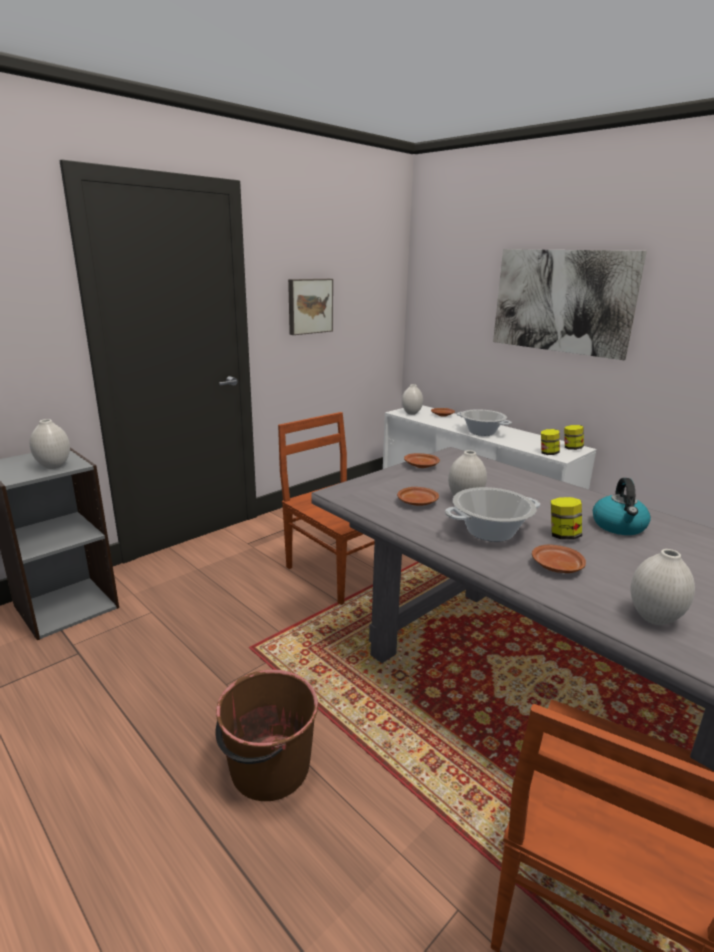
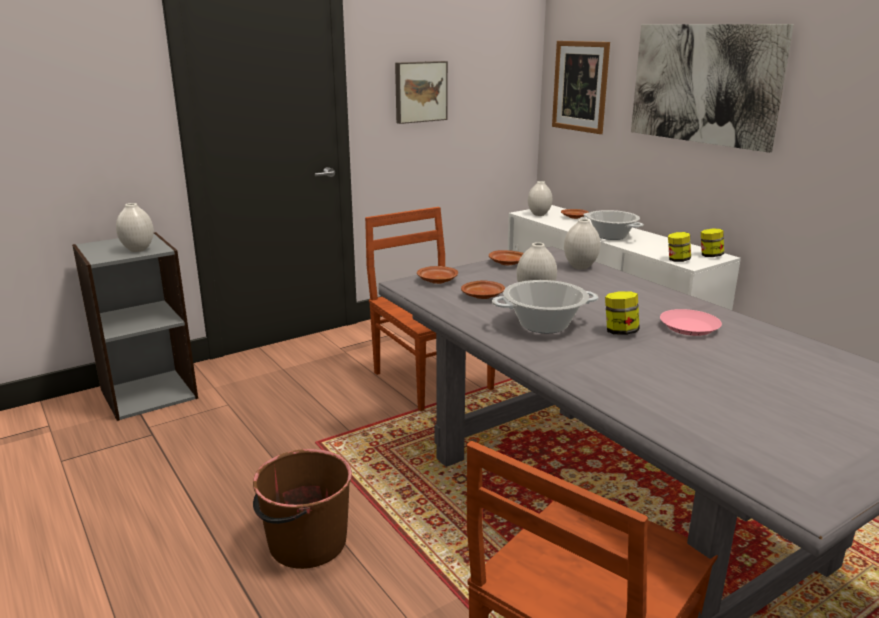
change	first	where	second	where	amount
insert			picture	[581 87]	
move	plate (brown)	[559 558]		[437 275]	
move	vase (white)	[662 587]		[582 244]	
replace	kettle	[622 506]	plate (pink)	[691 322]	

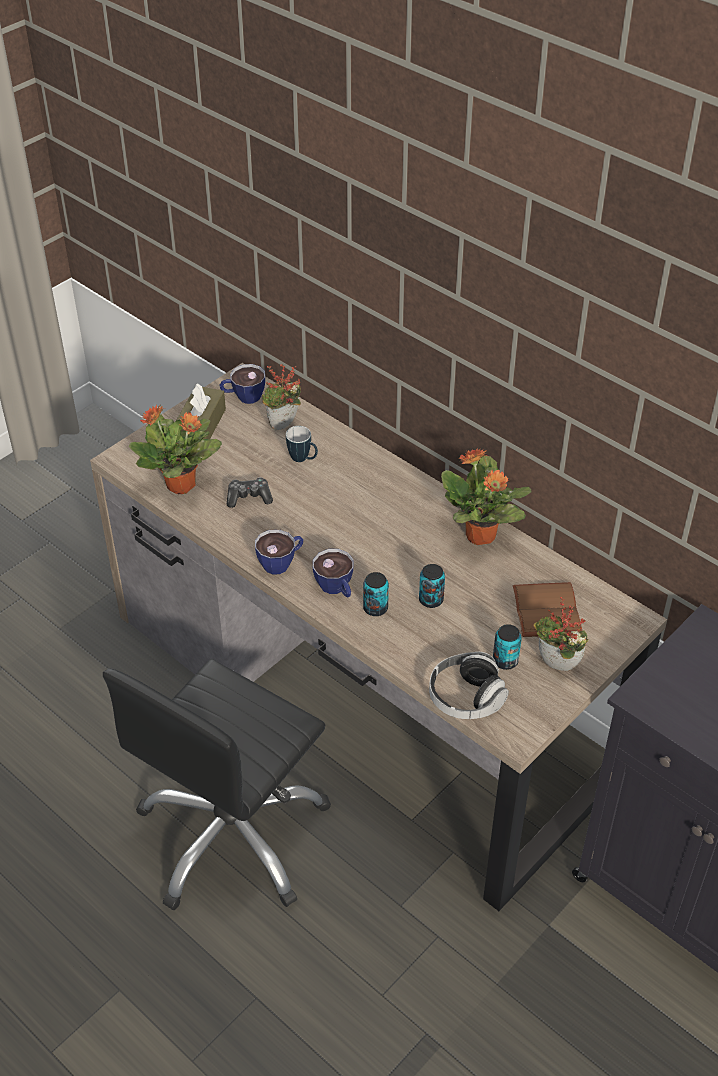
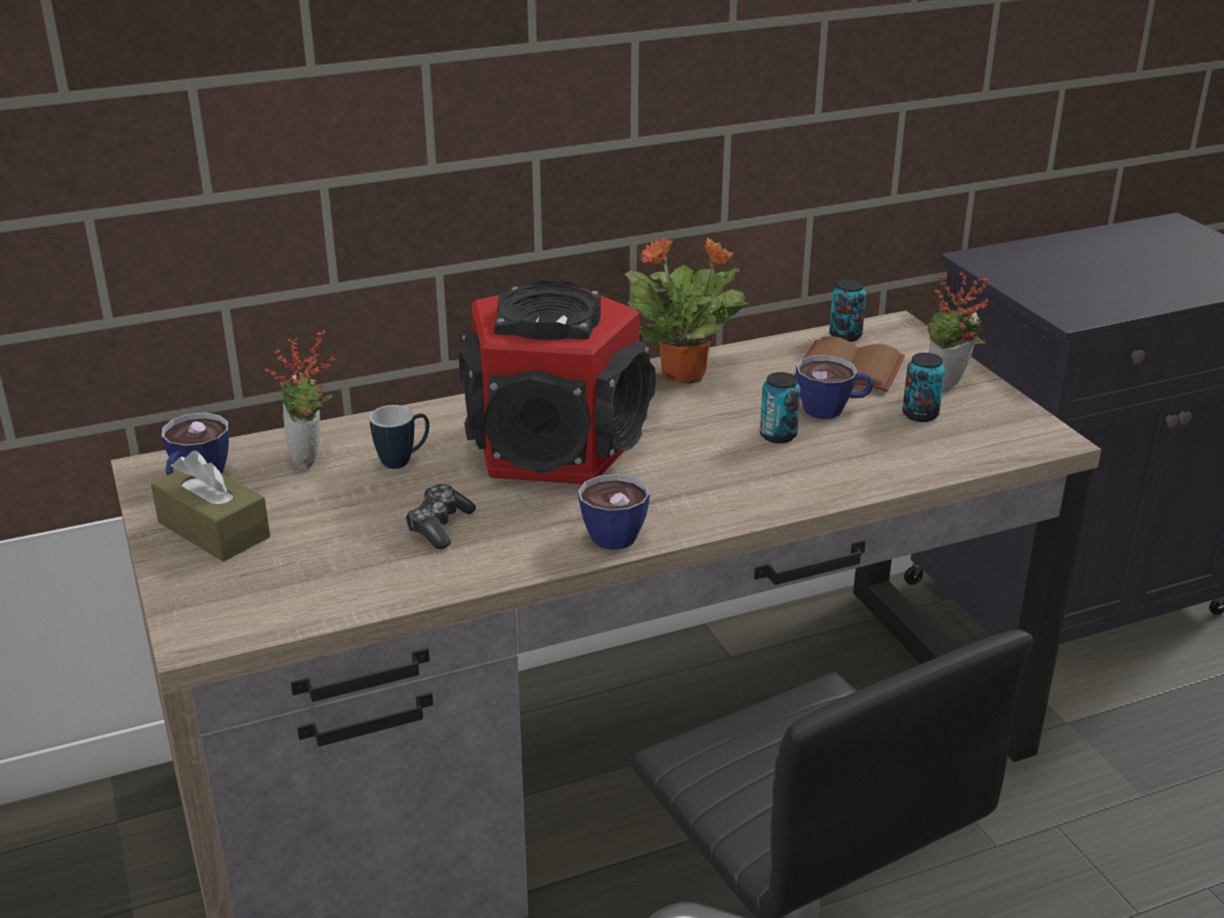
change	first	where	second	where	amount
delete	potted plant	[175 449]			
delete	headphones	[469 685]			
insert			speaker	[557 382]	
move	cup	[333 573]		[835 387]	
move	can	[376 594]		[847 310]	

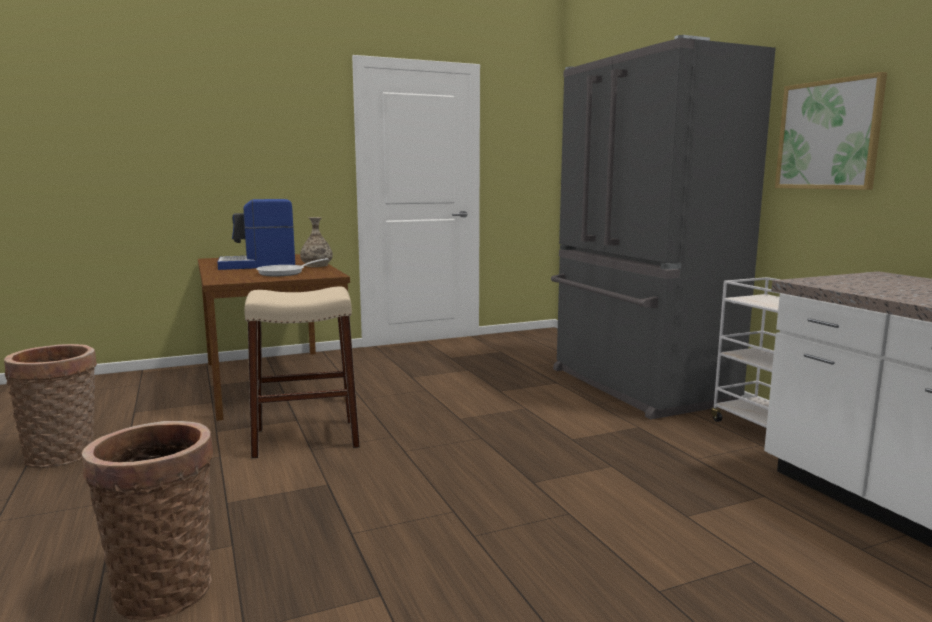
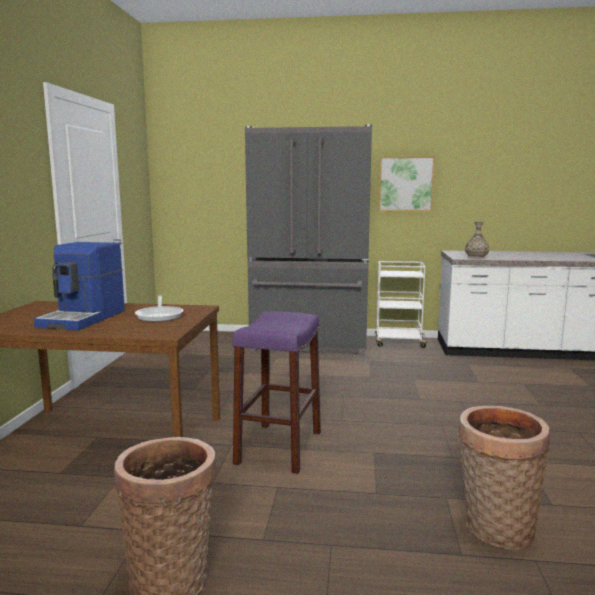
change	first	where	second	where	amount
move	vase	[316 242]		[477 240]	
recolor	stool (beige)	[302 373]	stool (purple)	[277 392]	

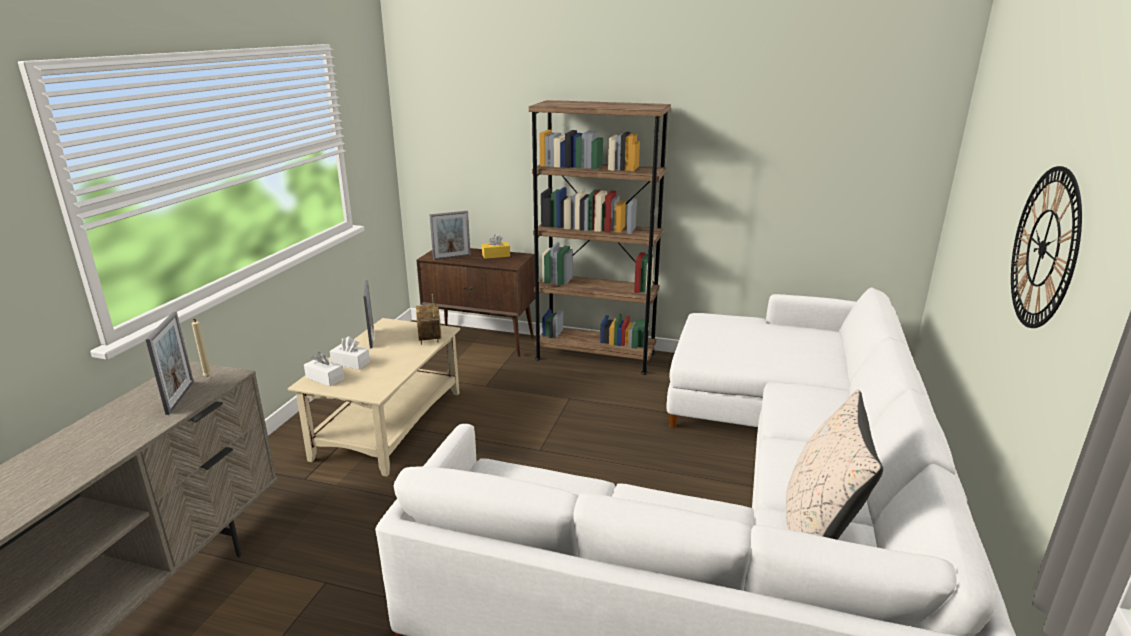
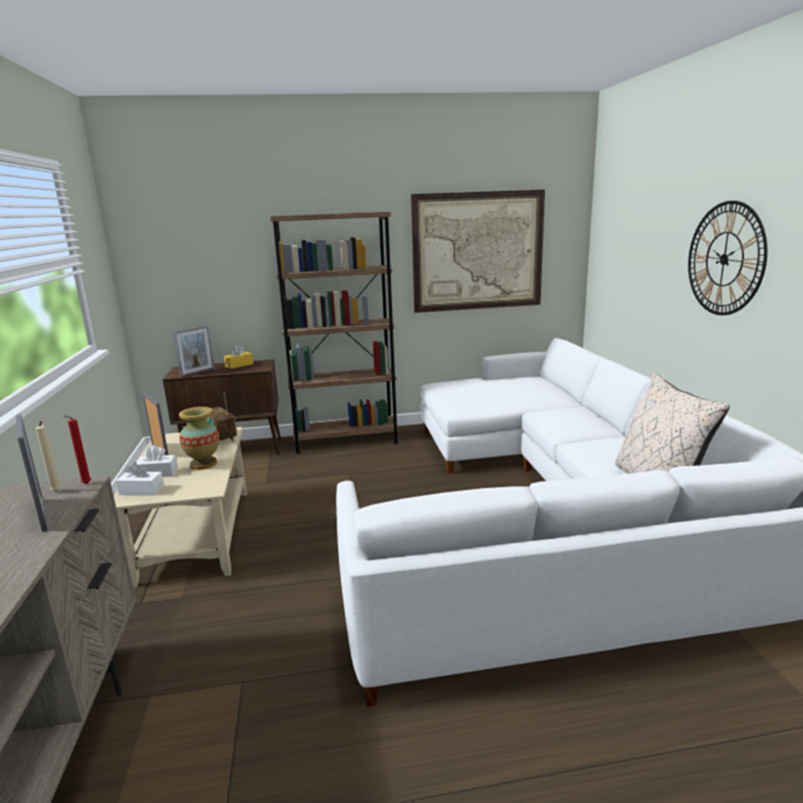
change	first	where	second	where	amount
insert			candle (red)	[77 450]	
insert			vase	[199 438]	
insert			picture	[478 251]	

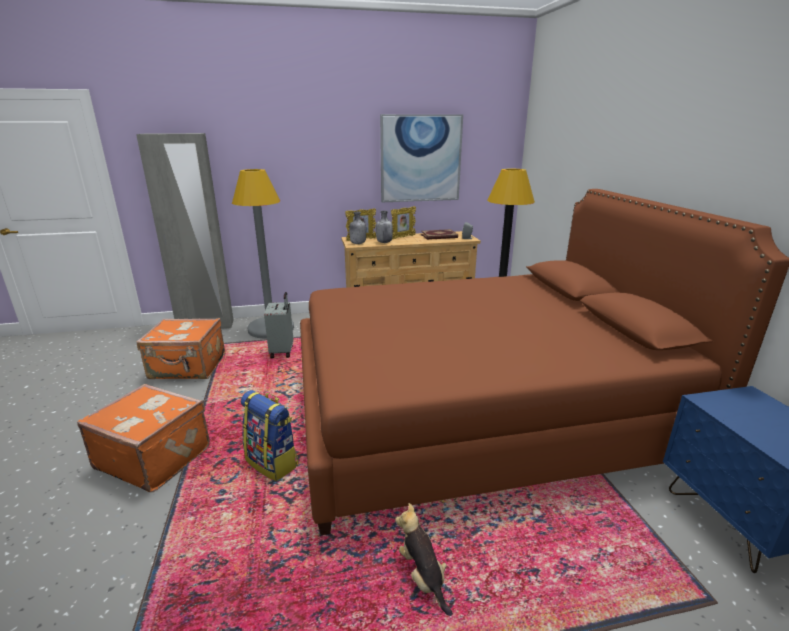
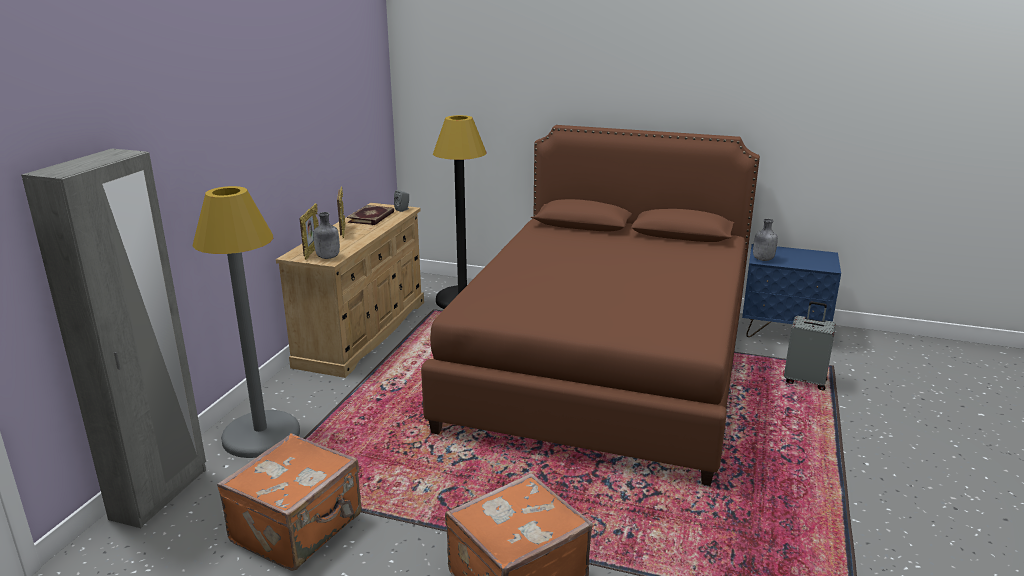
change	first	where	second	where	amount
delete	backpack	[269 435]			
delete	picture	[421 158]			
delete	plush toy	[424 559]			
move	suitcase (grey)	[279 325]		[810 346]	
move	bottle (grey)	[384 227]		[765 240]	

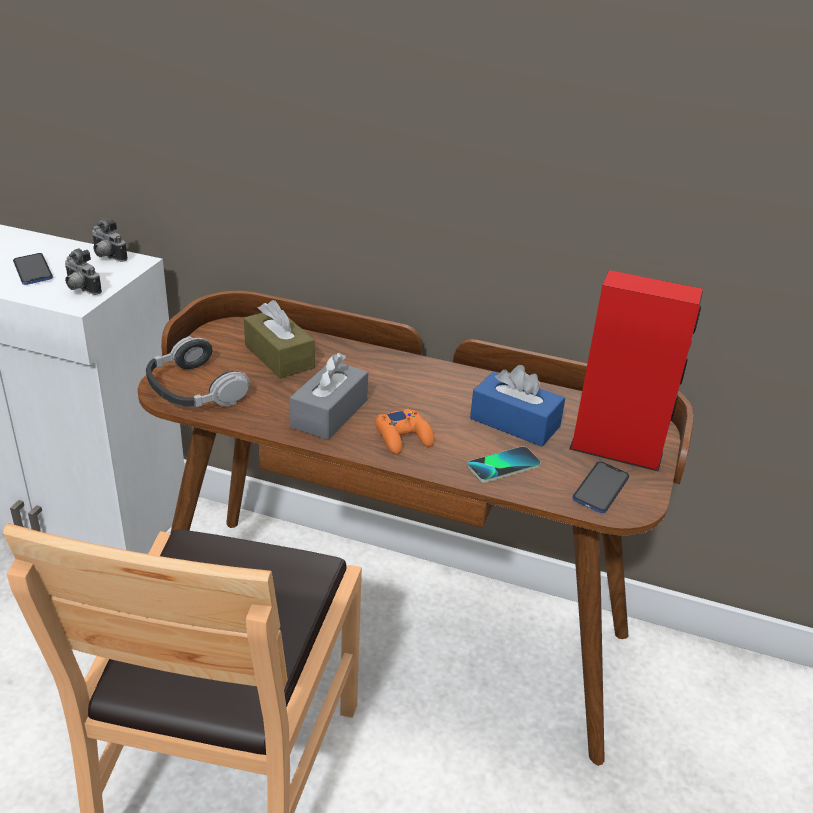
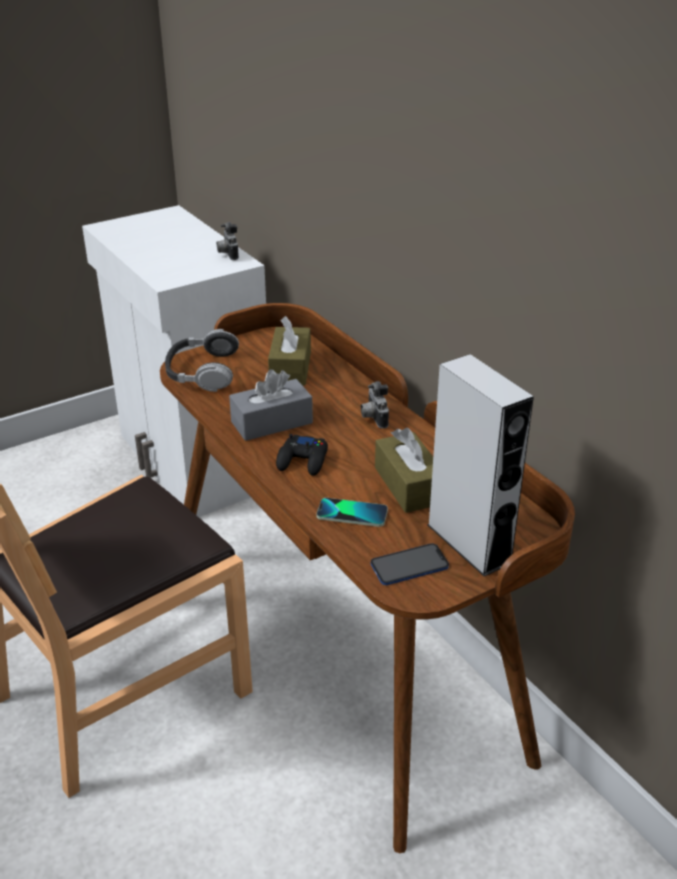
change	first	where	second	where	amount
delete	phone	[33 269]			
move	photo camera	[83 271]		[375 405]	
recolor	game controller (orange)	[404 431]	game controller (black)	[302 455]	
recolor	tissue box (blue)	[517 406]	tissue box (brown)	[404 470]	
recolor	speaker (red)	[636 371]	speaker (grey)	[480 465]	

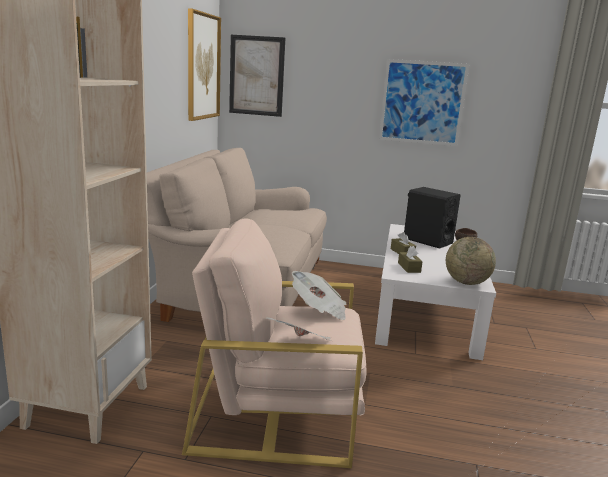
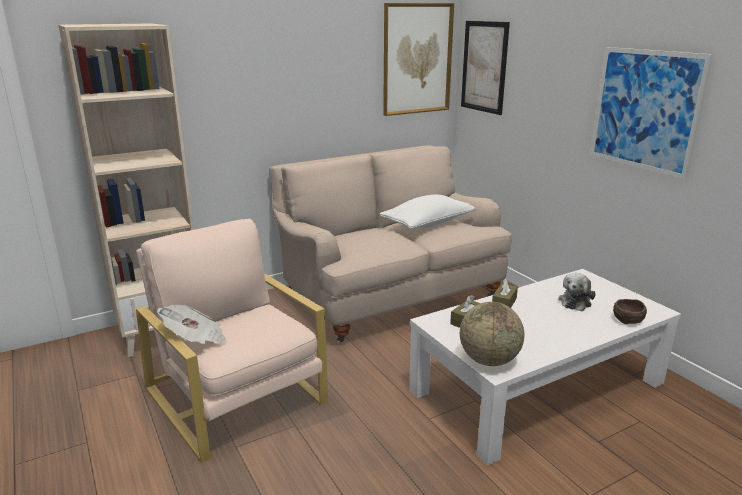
change	first	where	second	where	amount
delete	newspaper	[319 295]			
insert			pillow (white)	[428 212]	
replace	speaker (black)	[432 218]	plush toy	[577 292]	

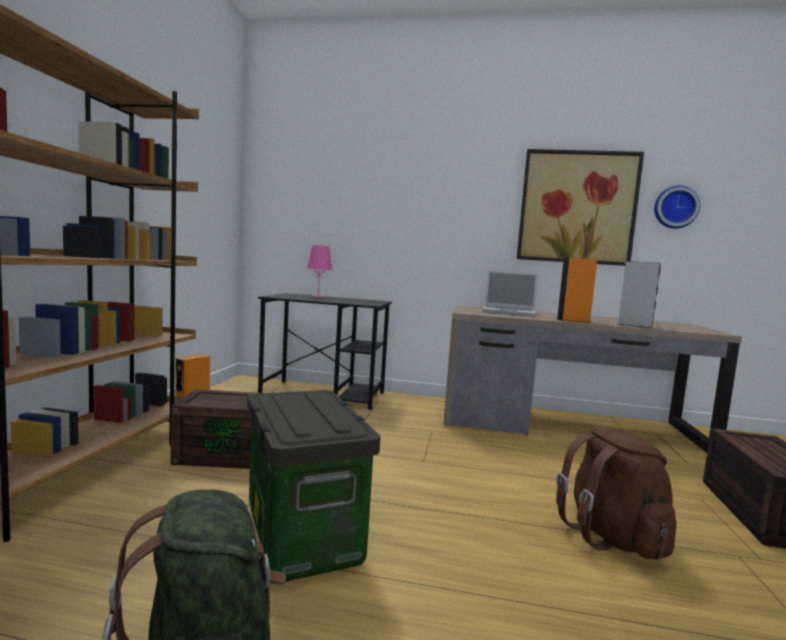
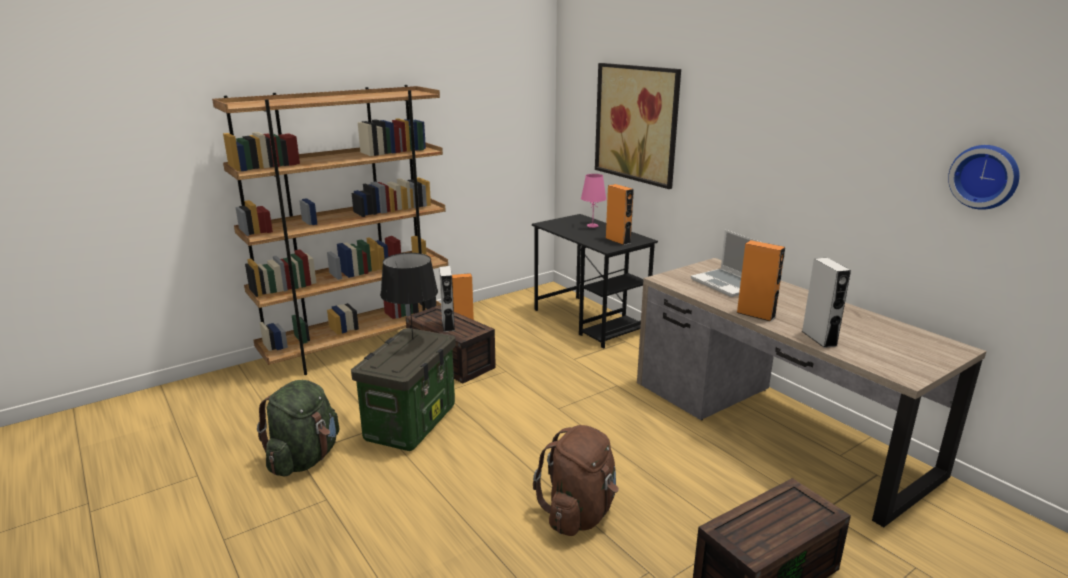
change	first	where	second	where	amount
insert			table lamp (black)	[409 296]	
insert			speaker (grey)	[447 299]	
insert			speaker (orange)	[620 214]	
move	picture	[580 207]		[638 126]	

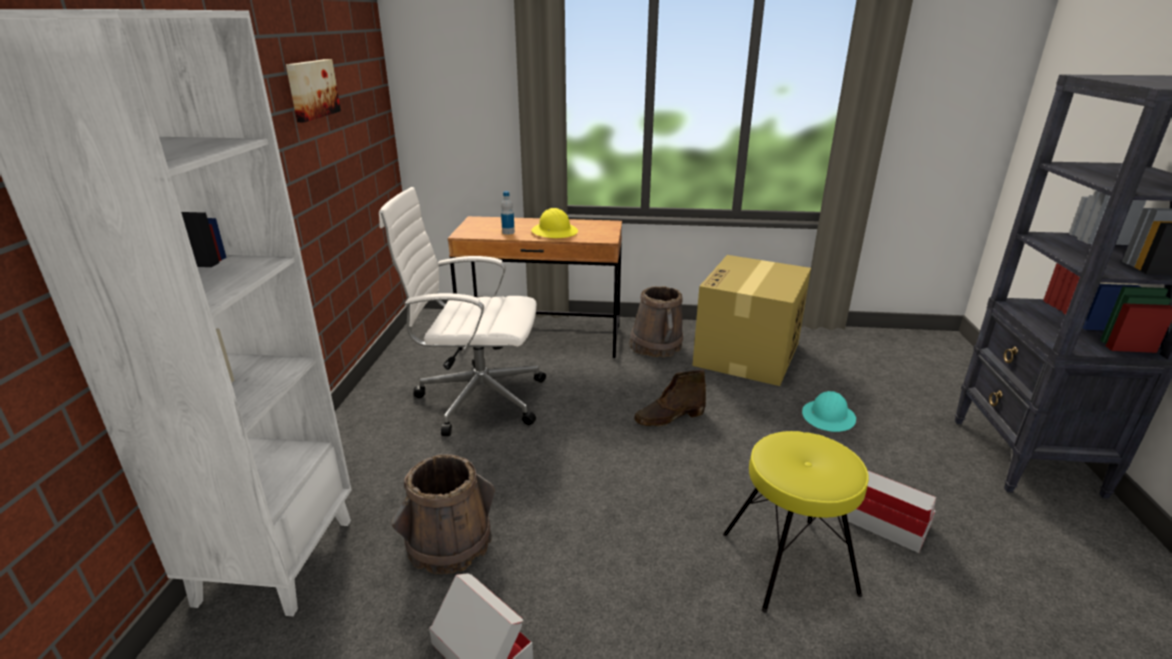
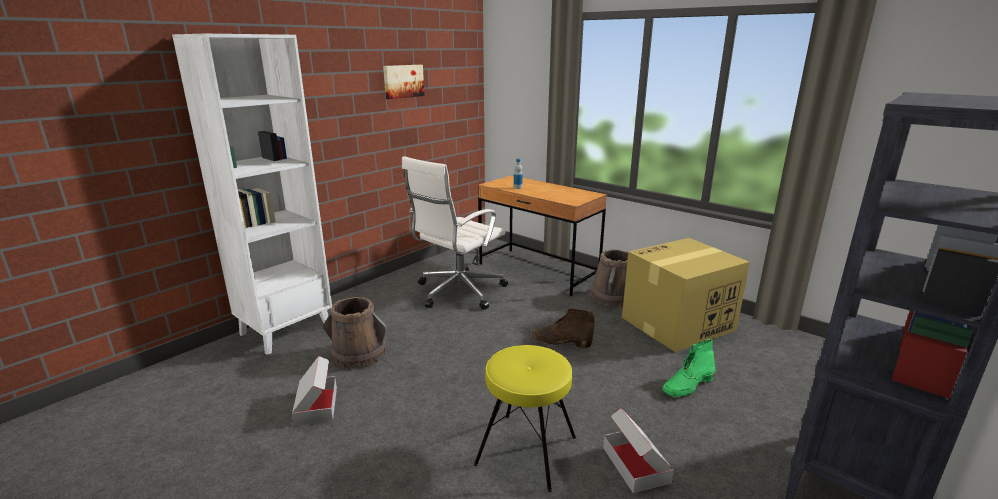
change	first	where	second	where	amount
delete	hard hat (yellow)	[554 223]			
replace	hard hat (turquoise)	[829 411]	boot (green)	[688 368]	
rotate	office chair (white)	[462 311]		[455 233]	90 degrees counterclockwise

